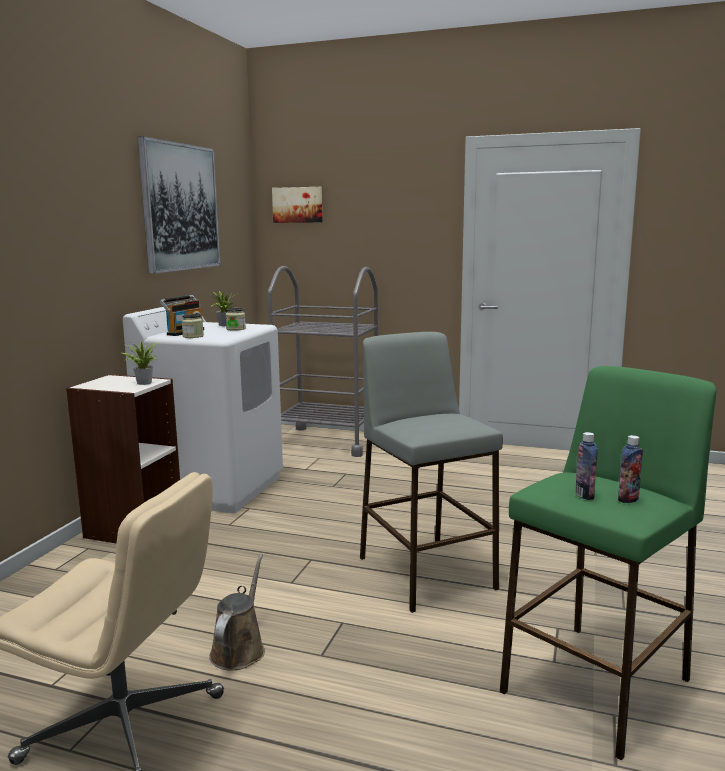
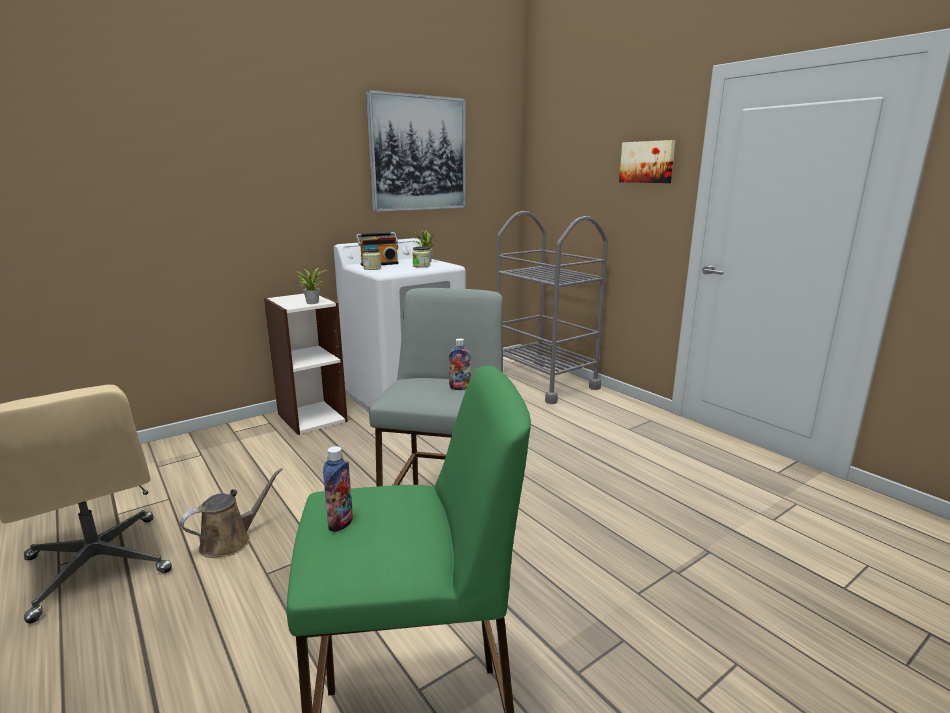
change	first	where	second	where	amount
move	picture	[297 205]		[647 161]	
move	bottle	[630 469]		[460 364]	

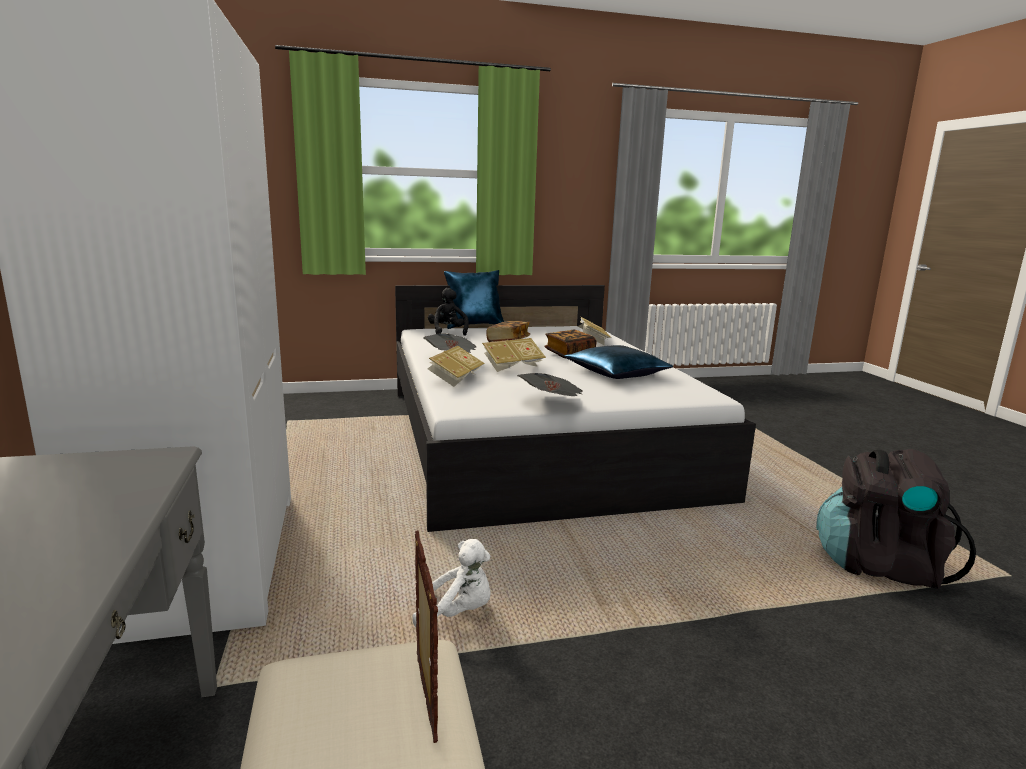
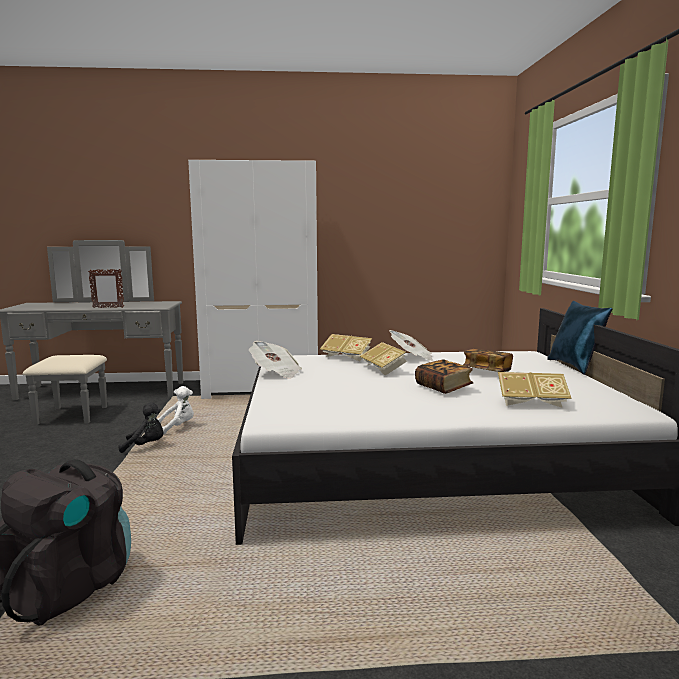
change	first	where	second	where	amount
delete	pillow (blue)	[618 362]			
move	picture frame	[426 637]		[106 288]	
move	plush toy (black)	[448 312]		[141 427]	
rotate	plush toy (white)	[451 583]		[176 410]	135 degrees counterclockwise

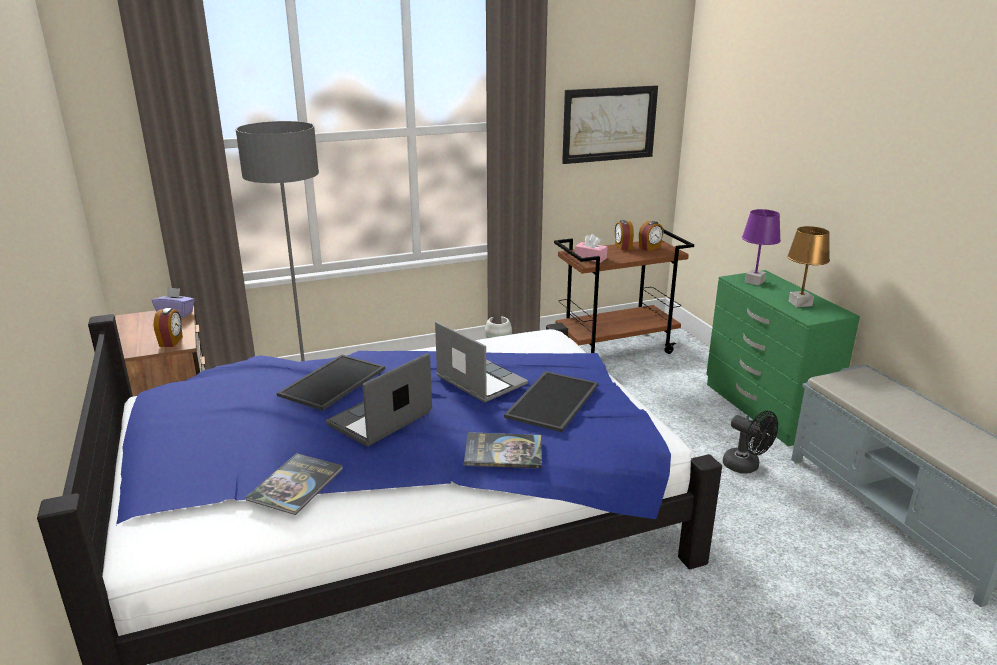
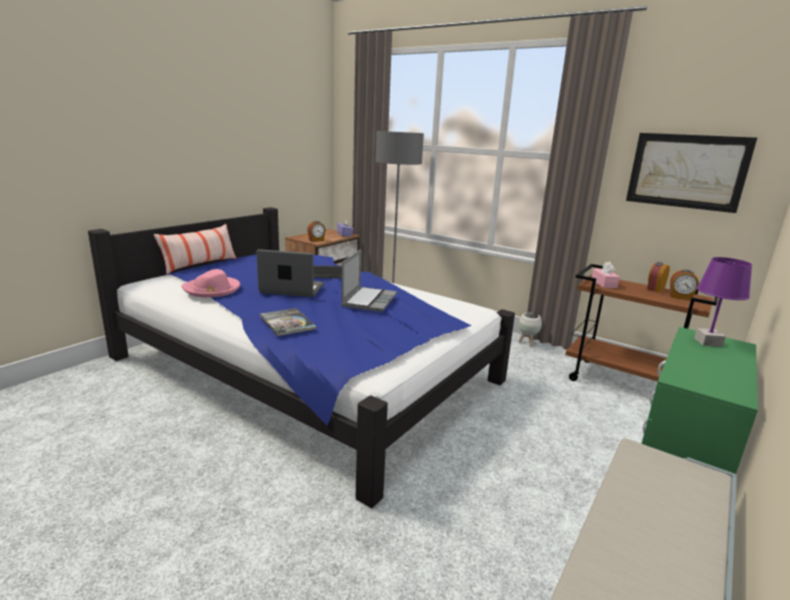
change	first	where	second	where	amount
delete	tray	[551 401]			
delete	fan (black)	[750 442]			
delete	table lamp (brown)	[808 266]			
insert			pillow	[195 249]	
replace	book	[294 484]	hat (pink)	[210 283]	

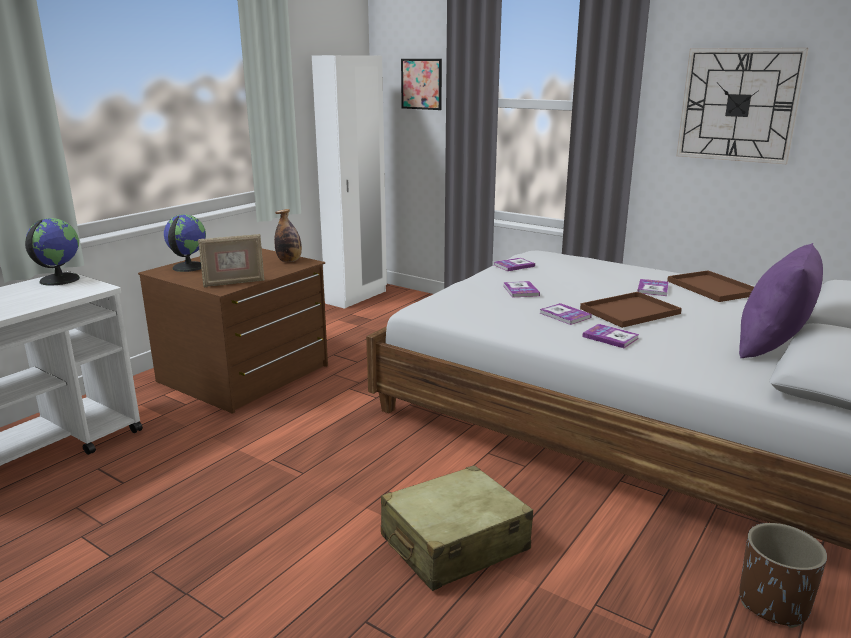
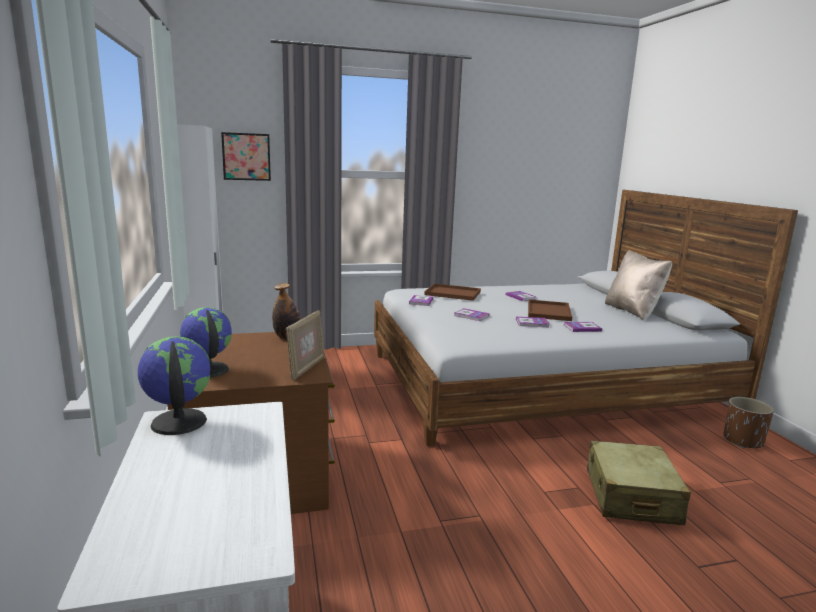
change	first	where	second	where	amount
delete	wall clock	[742 106]			
move	tray (brown)	[710 286]		[452 292]	
recolor	pillow (purple)	[781 300]	pillow (beige)	[638 285]	

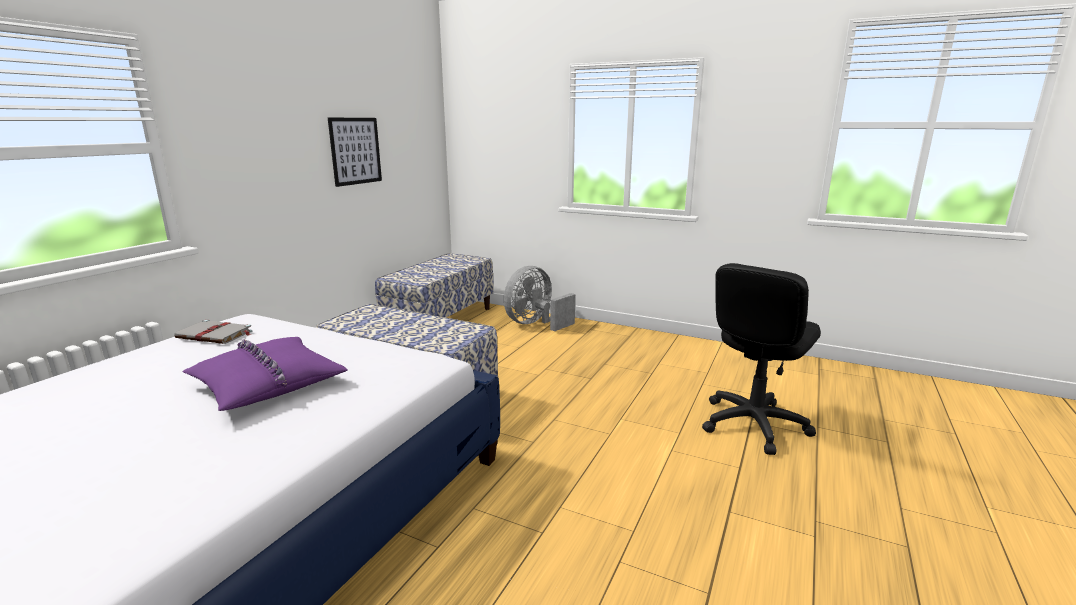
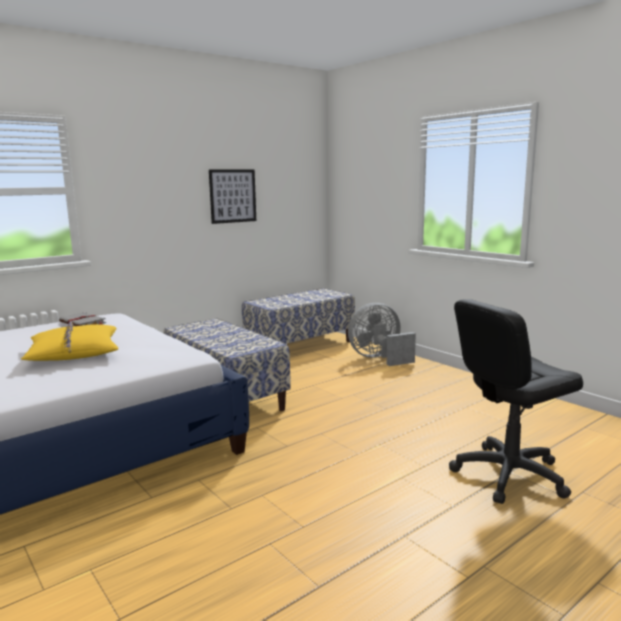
change	first	where	second	where	amount
recolor	pillow (purple)	[265 374]	pillow (yellow)	[69 341]	

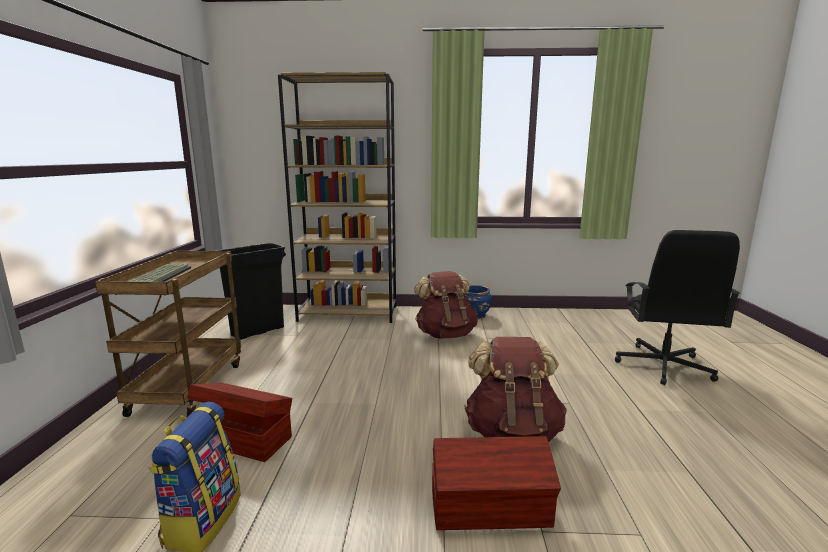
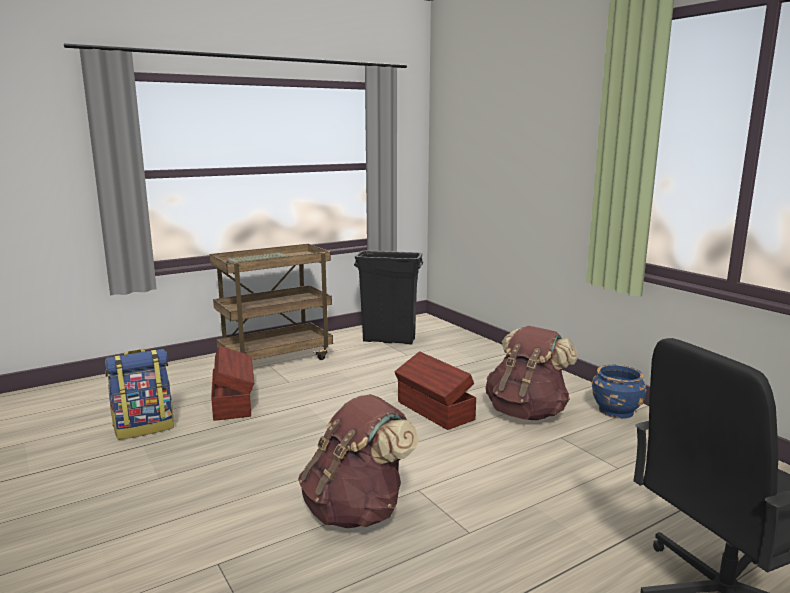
change	first	where	second	where	amount
delete	bookcase (brown)	[337 197]			
move	storage box (brown)	[496 483]		[435 390]	

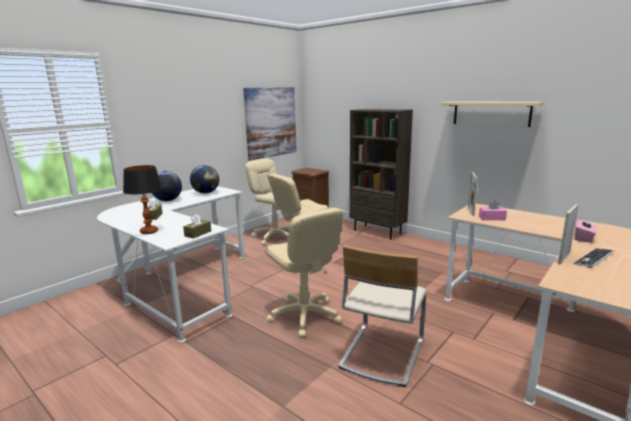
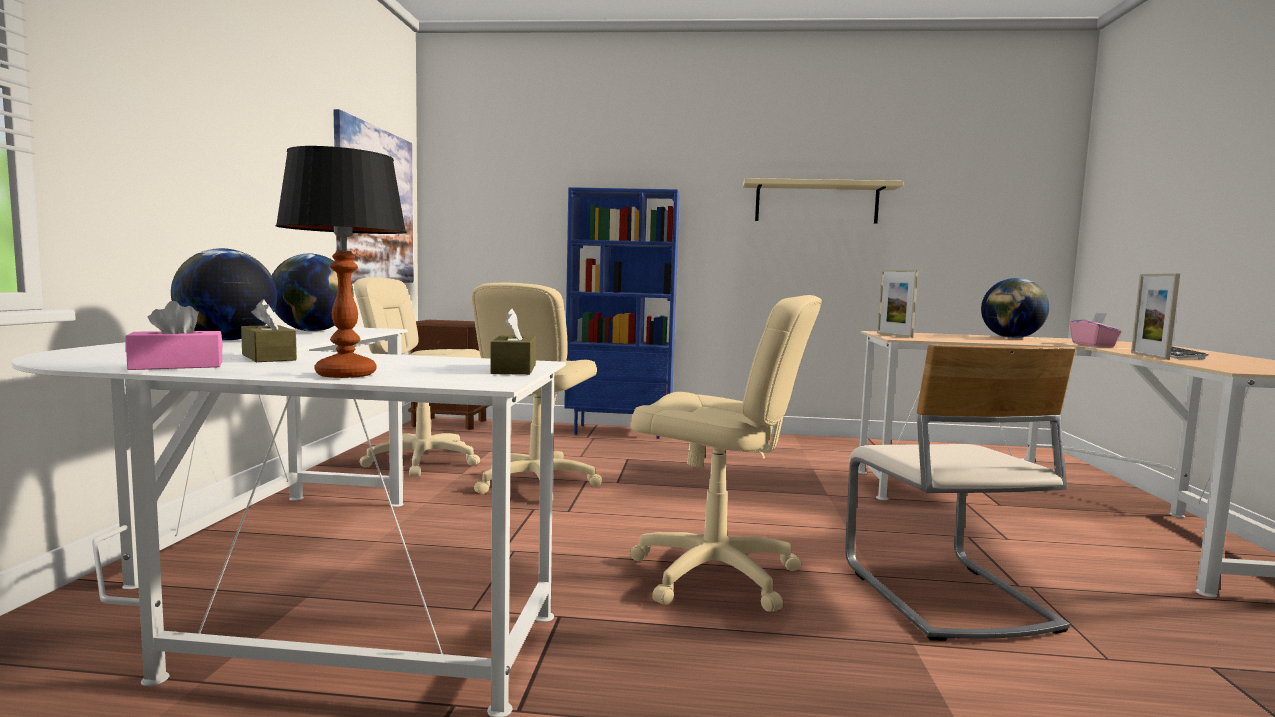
change	first	where	second	where	amount
insert			globe	[1015 308]	
move	tissue box (pink)	[493 210]		[174 335]	
recolor	bookcase (brown)	[381 174]	bookcase (blue)	[622 313]	

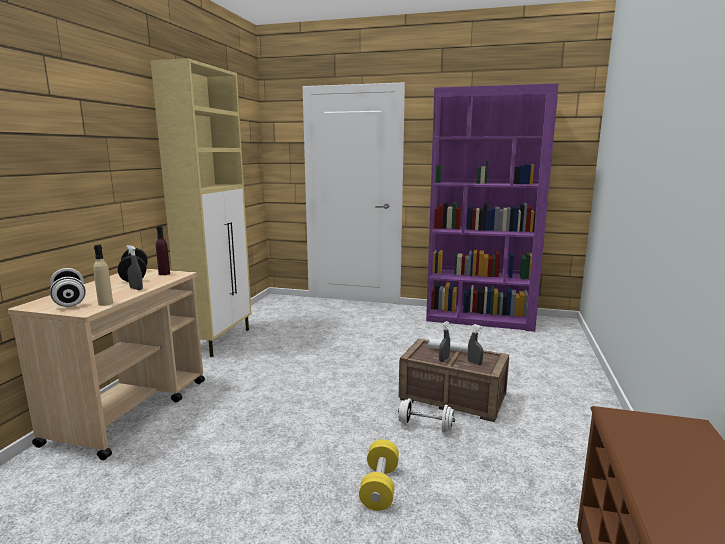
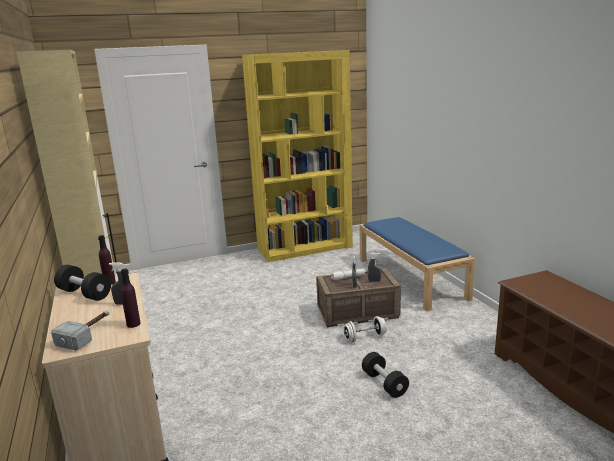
change	first	where	second	where	amount
insert			bench (blue)	[417 264]	
replace	dumbbell (white)	[68 287]	hammer	[80 330]	
recolor	bottle (beige)	[103 275]	bottle (purple)	[131 298]	
recolor	dumbbell (yellow)	[379 475]	dumbbell (black)	[385 375]	
recolor	bookcase (purple)	[492 207]	bookcase (yellow)	[297 156]	

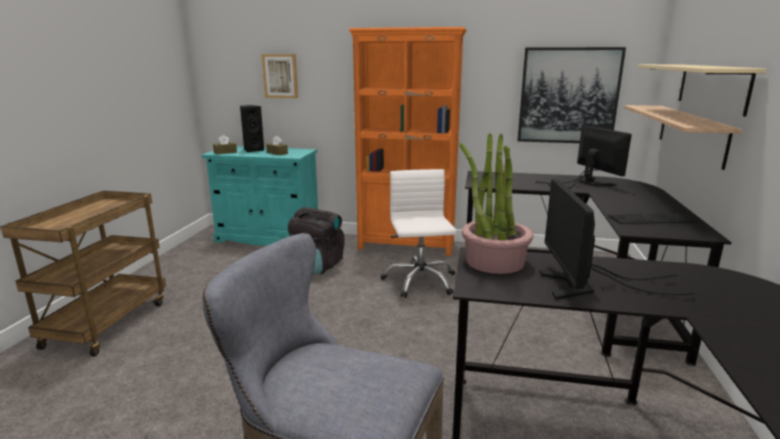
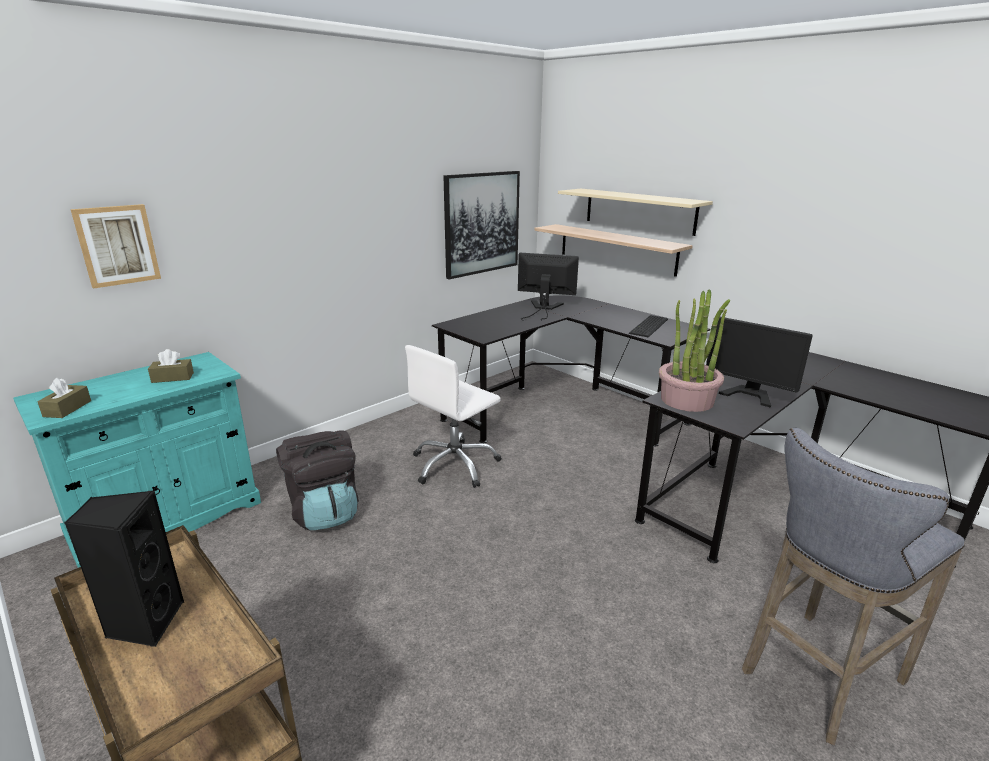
change	first	where	second	where	amount
delete	bookcase (orange)	[408 141]			
move	speaker (black)	[252 128]		[124 569]	
rotate	office chair (white)	[418 233]		[453 416]	75 degrees counterclockwise

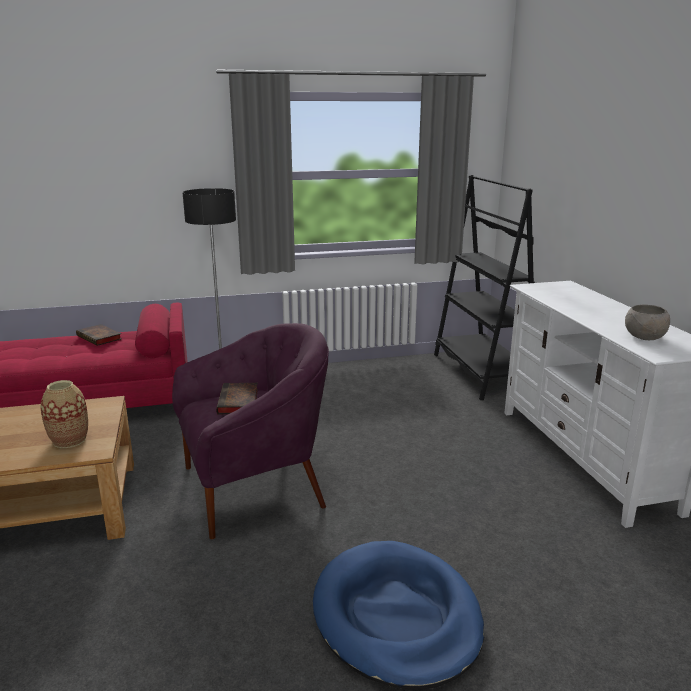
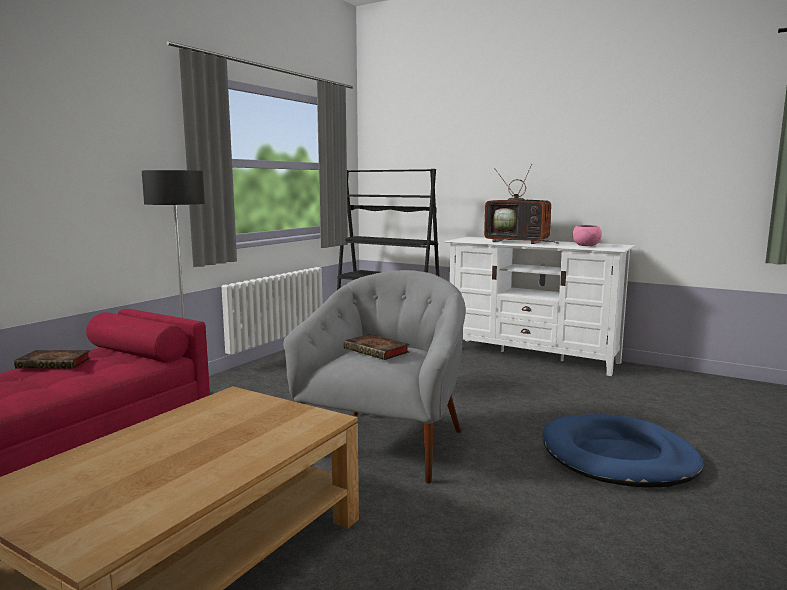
change	first	where	second	where	amount
delete	vase	[64 414]			
insert			television	[521 204]	
recolor	armchair (purple)	[250 431]	armchair (grey)	[374 377]	
recolor	bowl (grey)	[647 322]	bowl (pink)	[587 235]	

